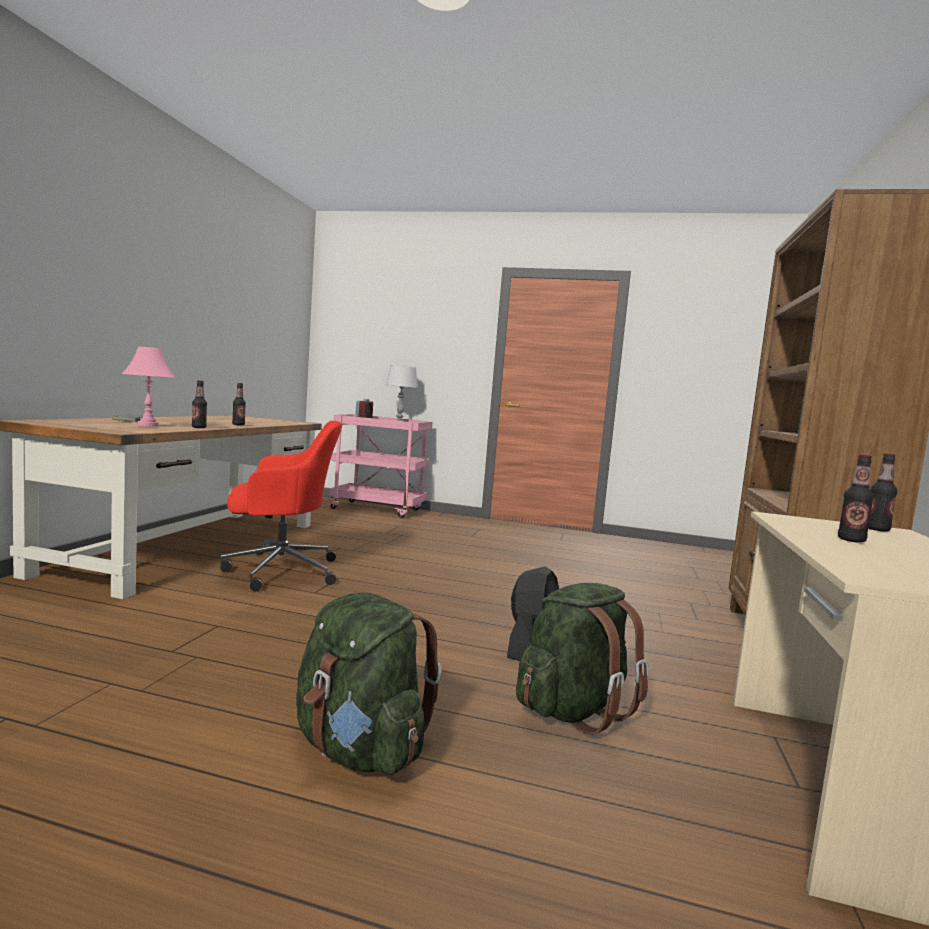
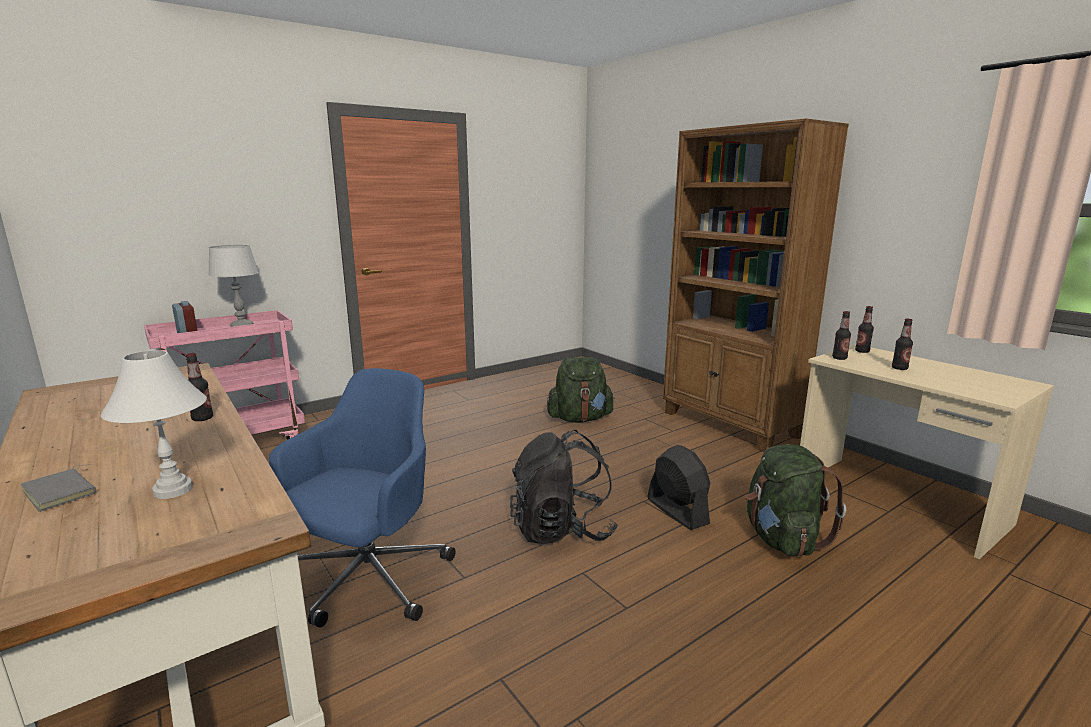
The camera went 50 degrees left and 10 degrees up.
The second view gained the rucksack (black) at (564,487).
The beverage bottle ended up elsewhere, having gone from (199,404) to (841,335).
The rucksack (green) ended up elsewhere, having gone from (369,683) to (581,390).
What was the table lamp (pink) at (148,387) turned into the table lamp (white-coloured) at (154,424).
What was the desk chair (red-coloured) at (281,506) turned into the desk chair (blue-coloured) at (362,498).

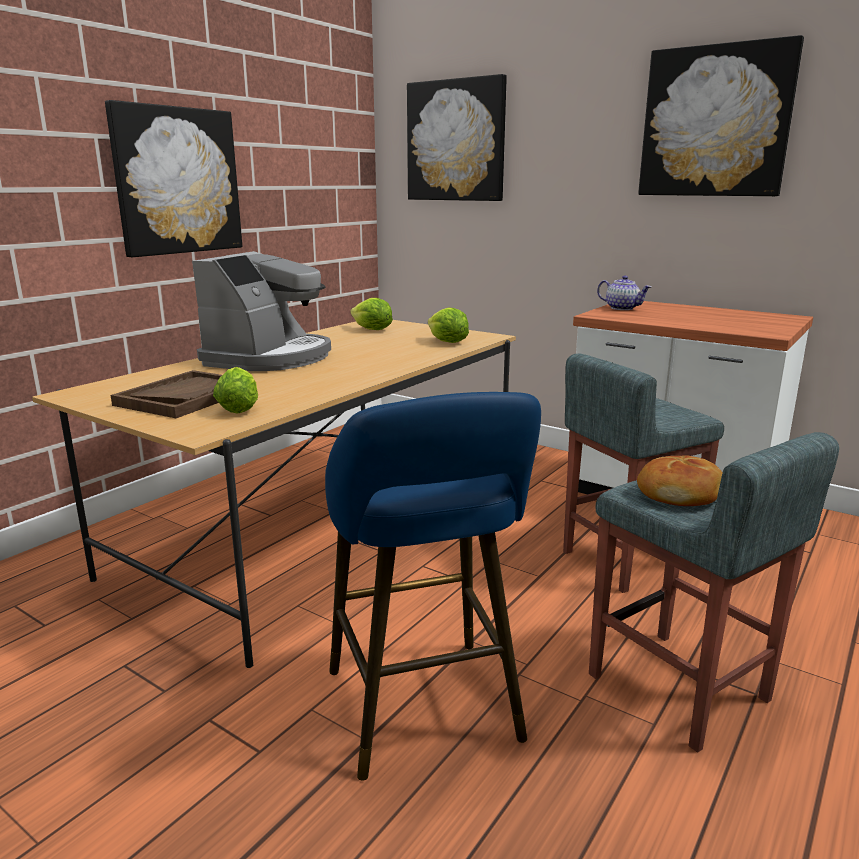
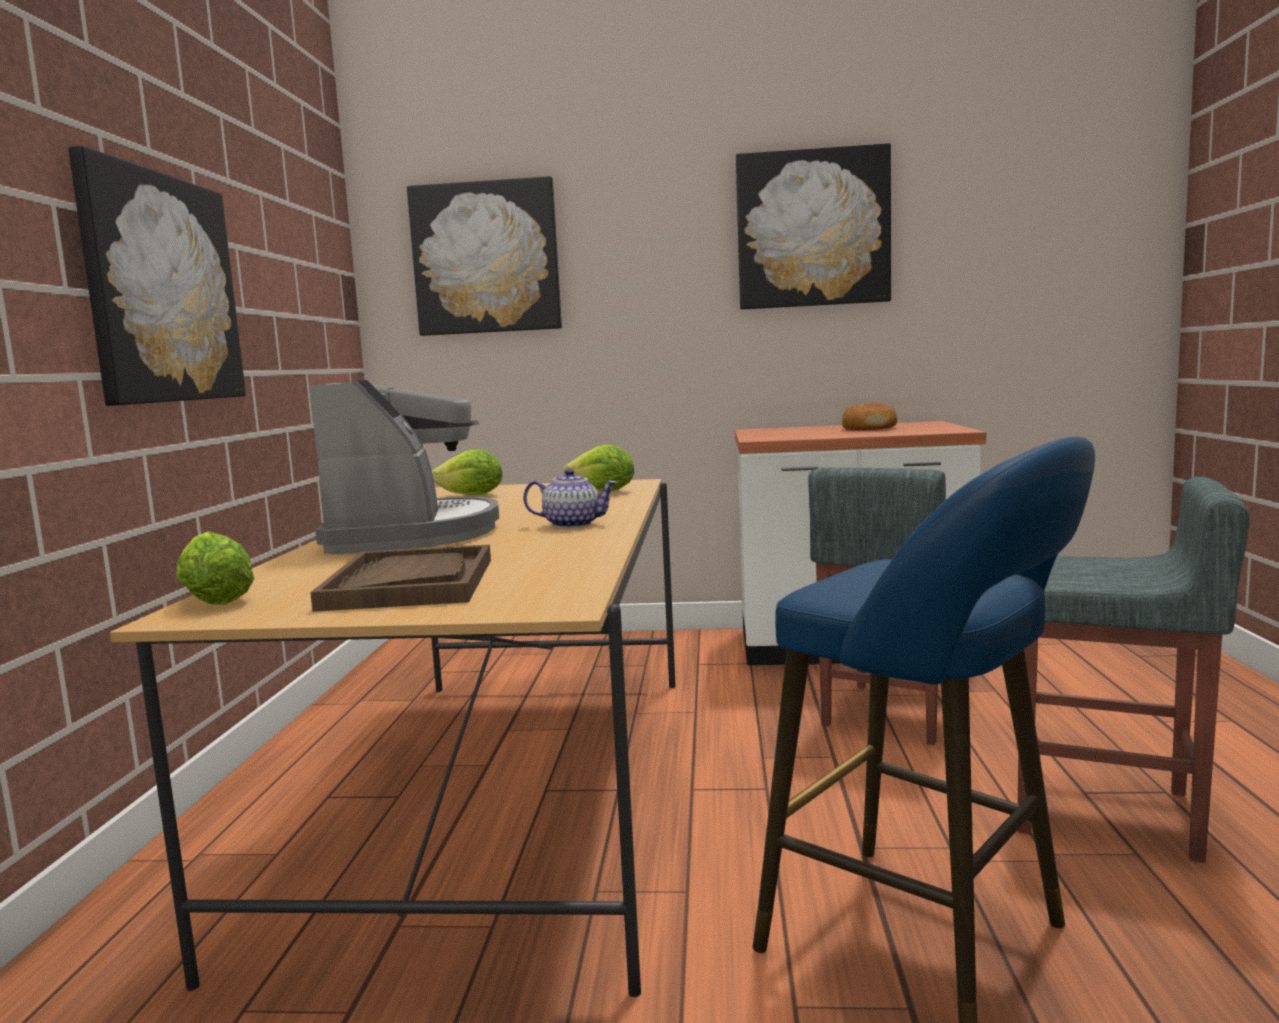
The camera went 30 degrees left and 10 degrees down.
The lettuce ended up elsewhere, having gone from (235,390) to (215,568).
The pot for tea ended up elsewhere, having gone from (624,293) to (570,498).
The bread ended up elsewhere, having gone from (680,480) to (869,416).

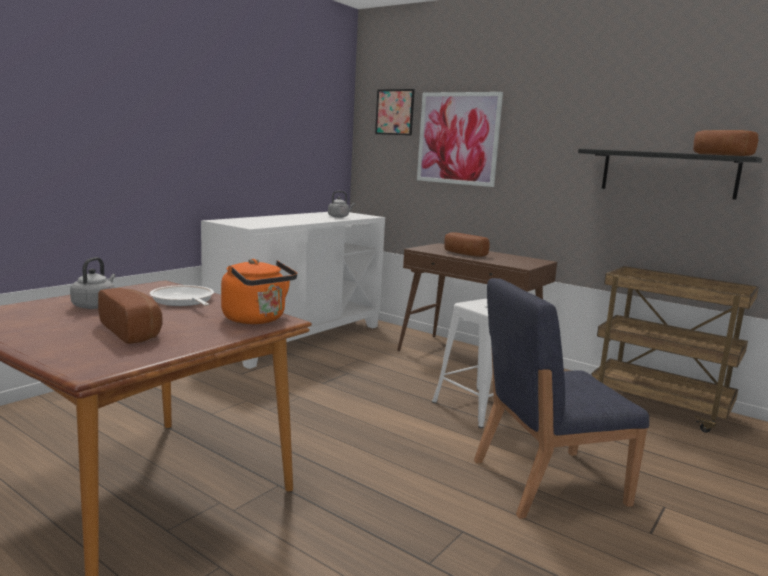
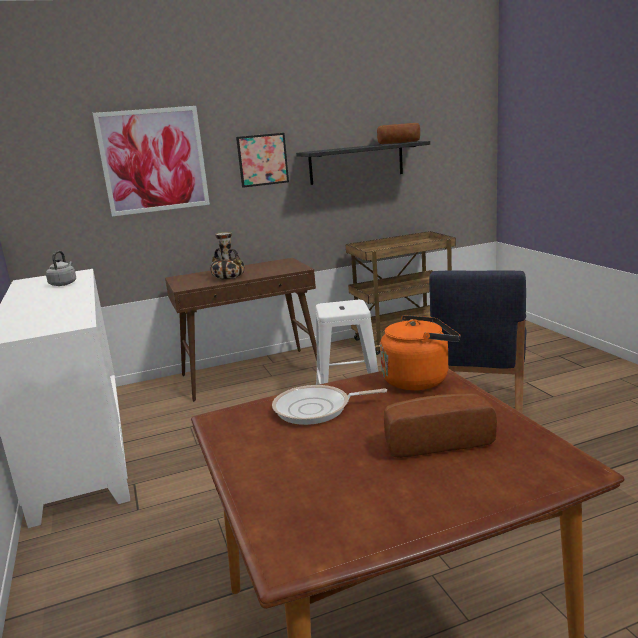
The camera went 55 degrees left and 5 degrees up.
The second view lost the tea kettle (greyish) at (93,283).
The wall picture ended up elsewhere, having gone from (395,112) to (262,160).
Where the bread stood at (467,244), the flower vase came to stand at (227,256).

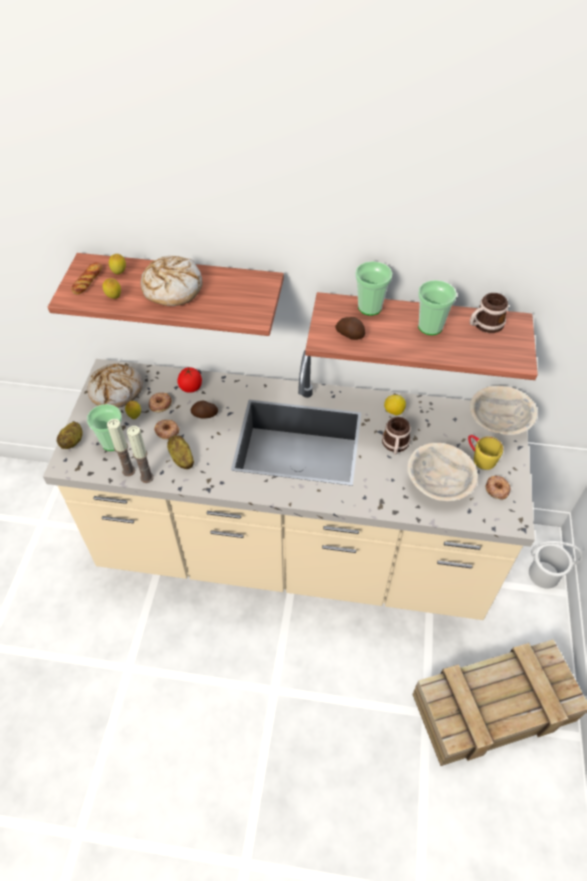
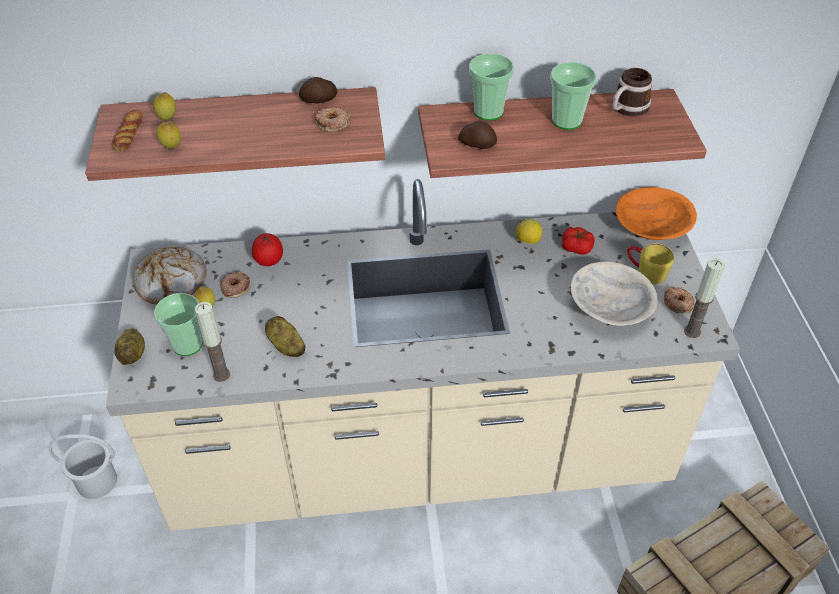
The camera went 15 degrees left and 5 degrees down.
The second view lost the bread at (171,281).
The second view lost the tea mug at (396,436).
The second view gained the fresh tomato at (578,241).
The wax candle ended up elsewhere, having gone from (140,454) to (704,298).
The doughnut ended up elsewhere, having gone from (166,429) to (332,119).
The potato ended up elsewhere, having gone from (204,409) to (318,90).
The bucket (white-coloured) ended up elsewhere, having gone from (556,565) to (83,466).
What was the bowl (sand-coloured) at (503,410) turned into the bowl (orangey) at (656,213).

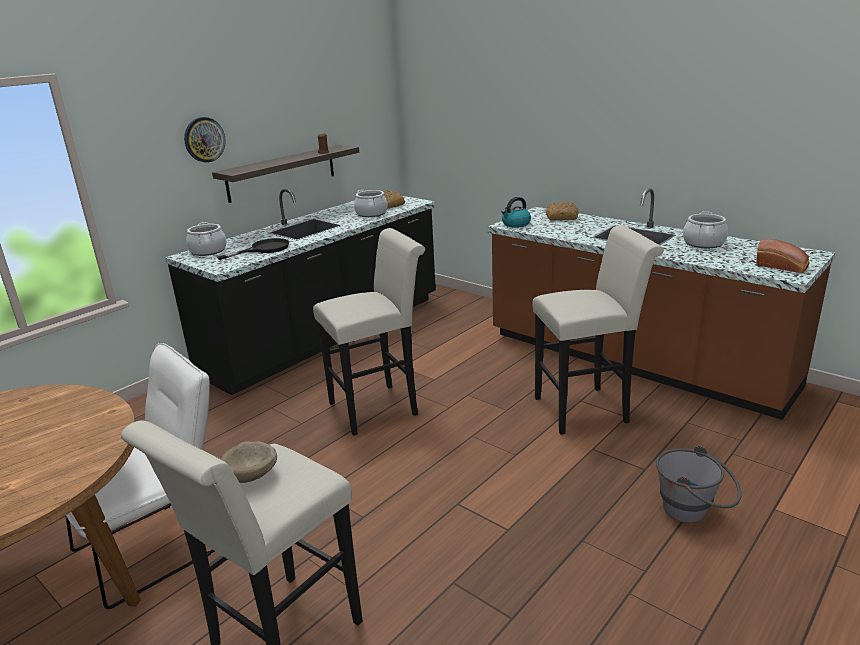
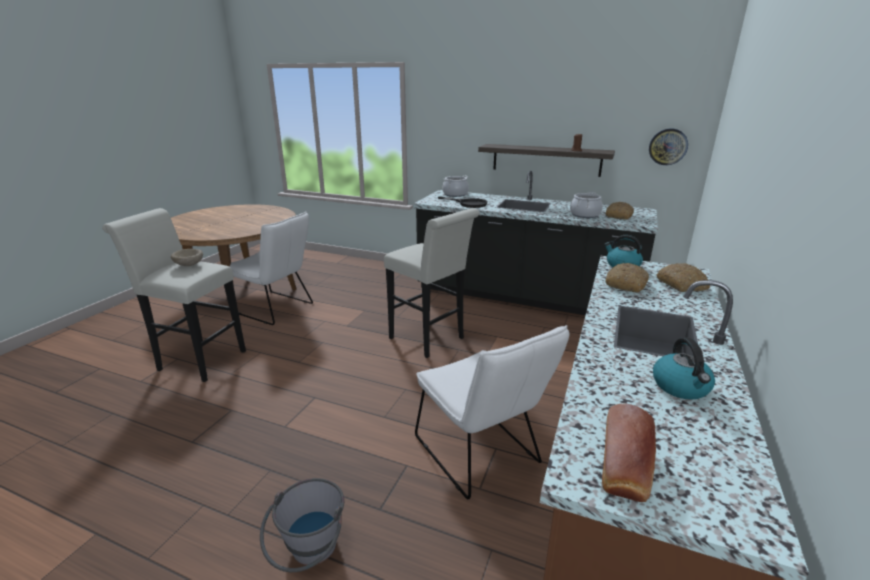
The camera went 70 degrees right and 0 degrees up.
The second view gained the bread at (627,278).
The clock on the wall ended up elsewhere, having gone from (205,139) to (668,146).
Where the sitting stool (white-coloured) stood at (598,330), the upright chair (white-coloured) came to stand at (492,412).
Where the stockpot stood at (705,229), the tea kettle came to stand at (684,368).

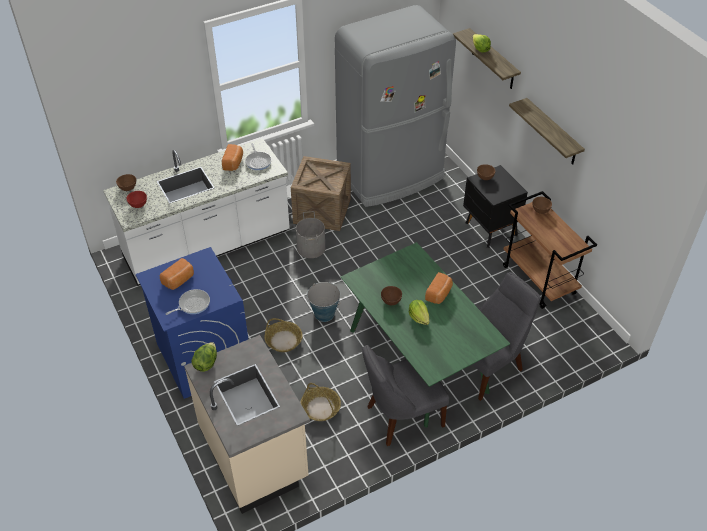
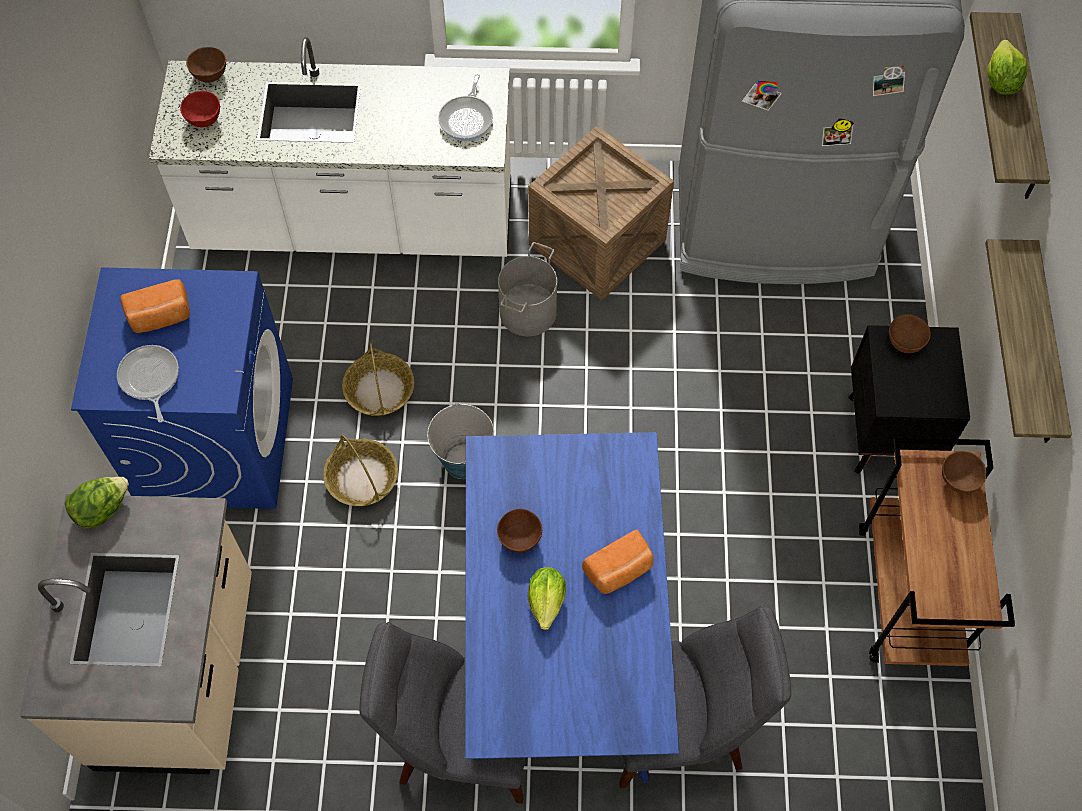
The camera went 30 degrees right and 15 degrees up.
The second view lost the bread at (232,157).
The storage basket ended up elsewhere, having gone from (320,402) to (378,379).
What was the dining table (green) at (425,335) turned into the dining table (blue-coloured) at (572,609).
The frying pan at (188,302) ended up facing another way, 105 degrees counterclockwise from before.

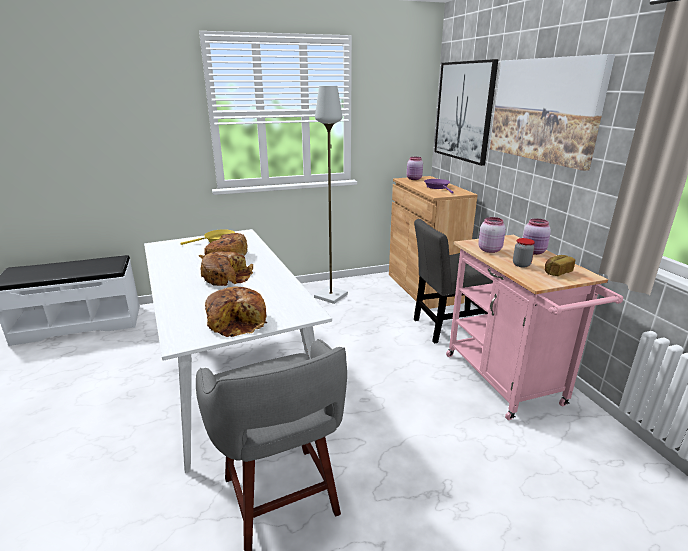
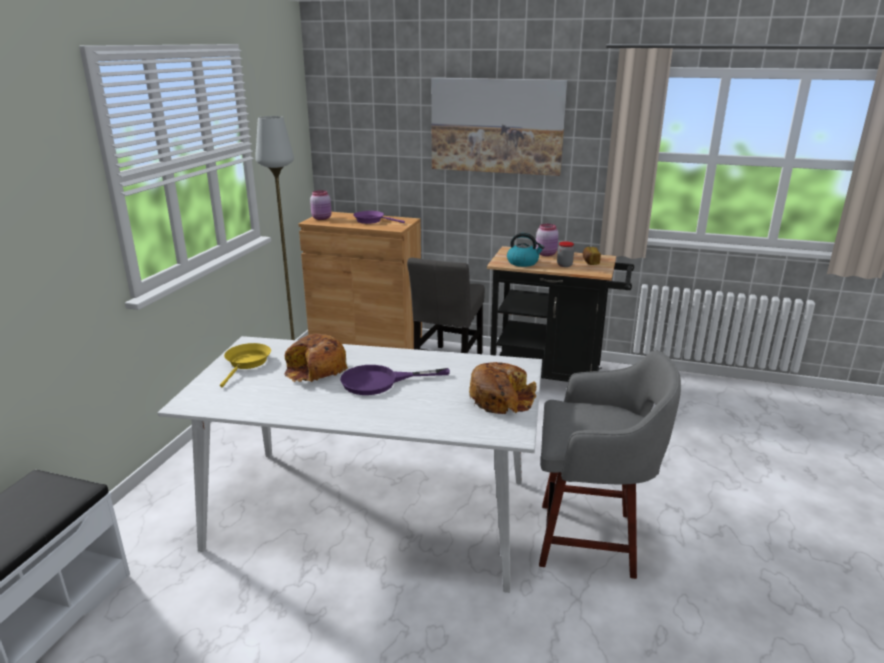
The camera went 55 degrees left and 0 degrees up.
The second view lost the wall picture at (466,112).
Where the bread stood at (226,268), the frying pan (purple-coloured) came to stand at (395,380).
Where the preserve jar (pink) stood at (492,235), the tea kettle came to stand at (525,250).
What was the cart (pink) at (534,327) turned into the cart (black) at (560,314).

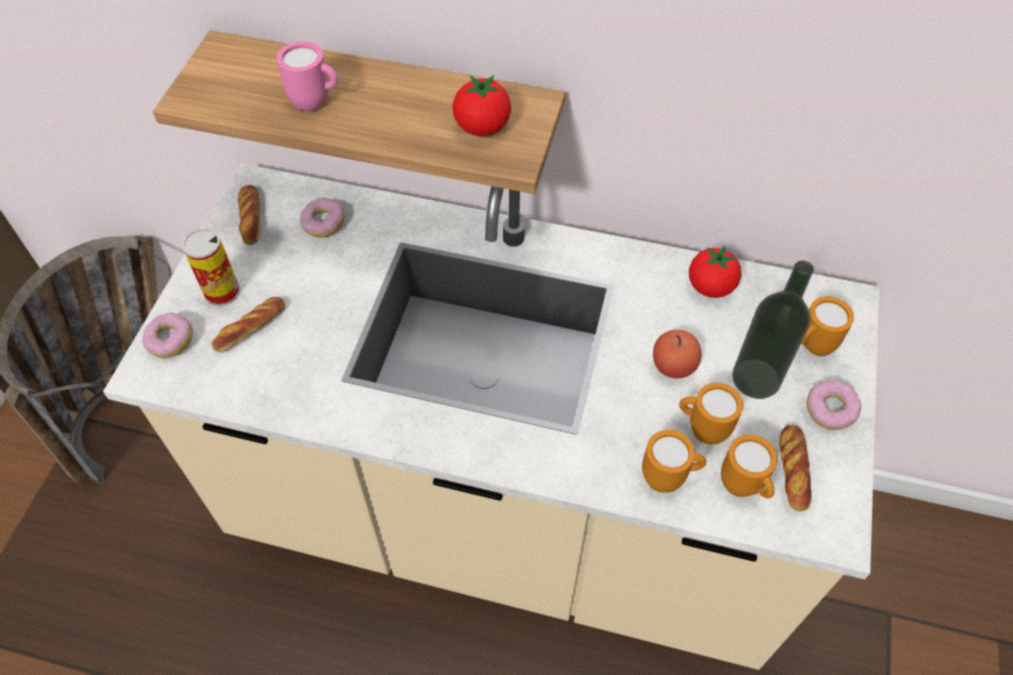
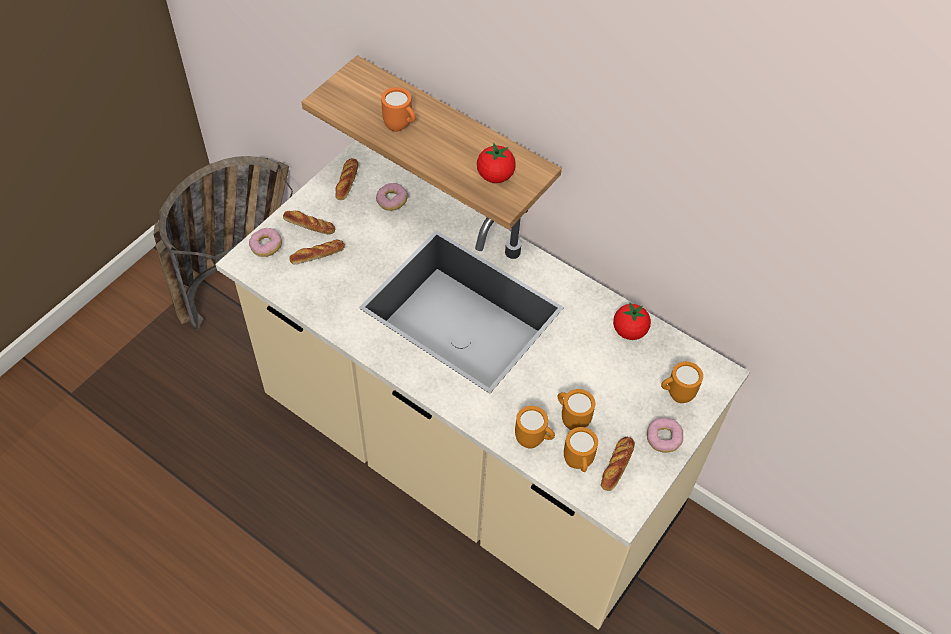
The camera went 20 degrees right and 0 degrees up.
The second view lost the apple at (677,354).
The second view lost the beverage bottle at (773,329).
Where the metal can stood at (211,267), the bread came to stand at (309,223).
What was the tea mug (pink) at (307,76) turned into the tea mug (orangey) at (398,109).

